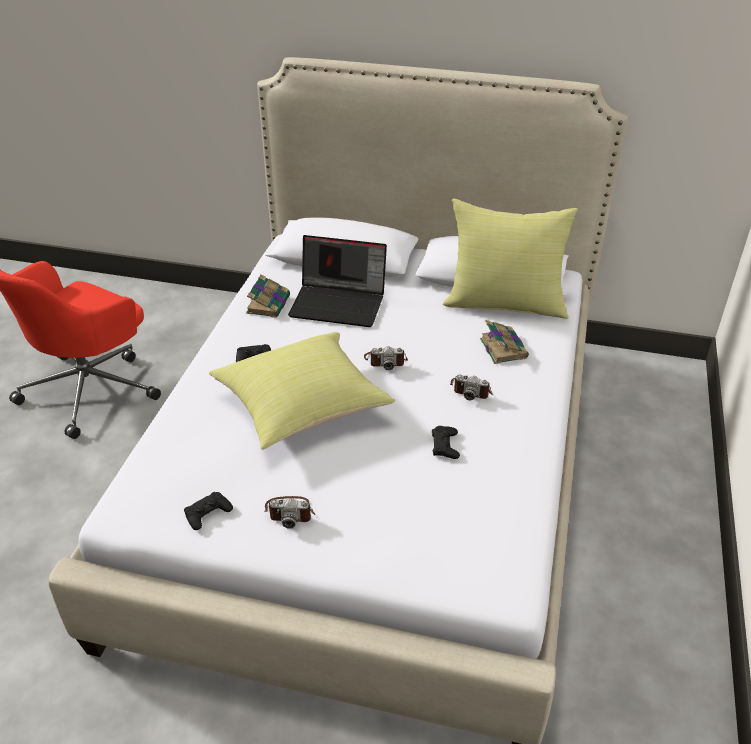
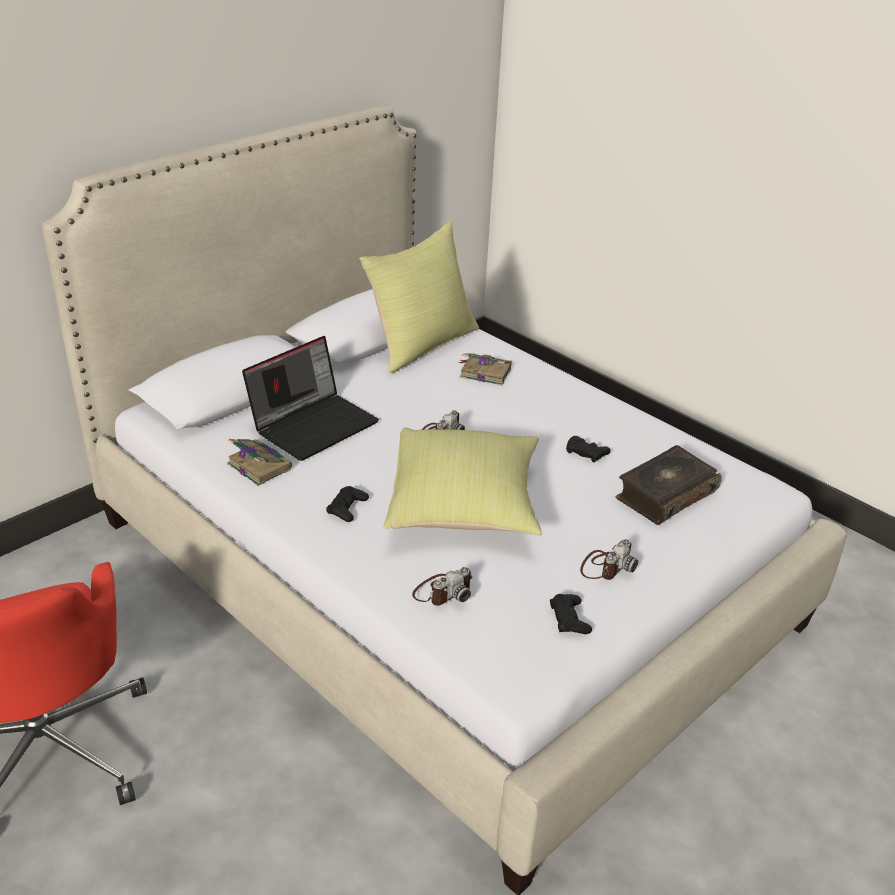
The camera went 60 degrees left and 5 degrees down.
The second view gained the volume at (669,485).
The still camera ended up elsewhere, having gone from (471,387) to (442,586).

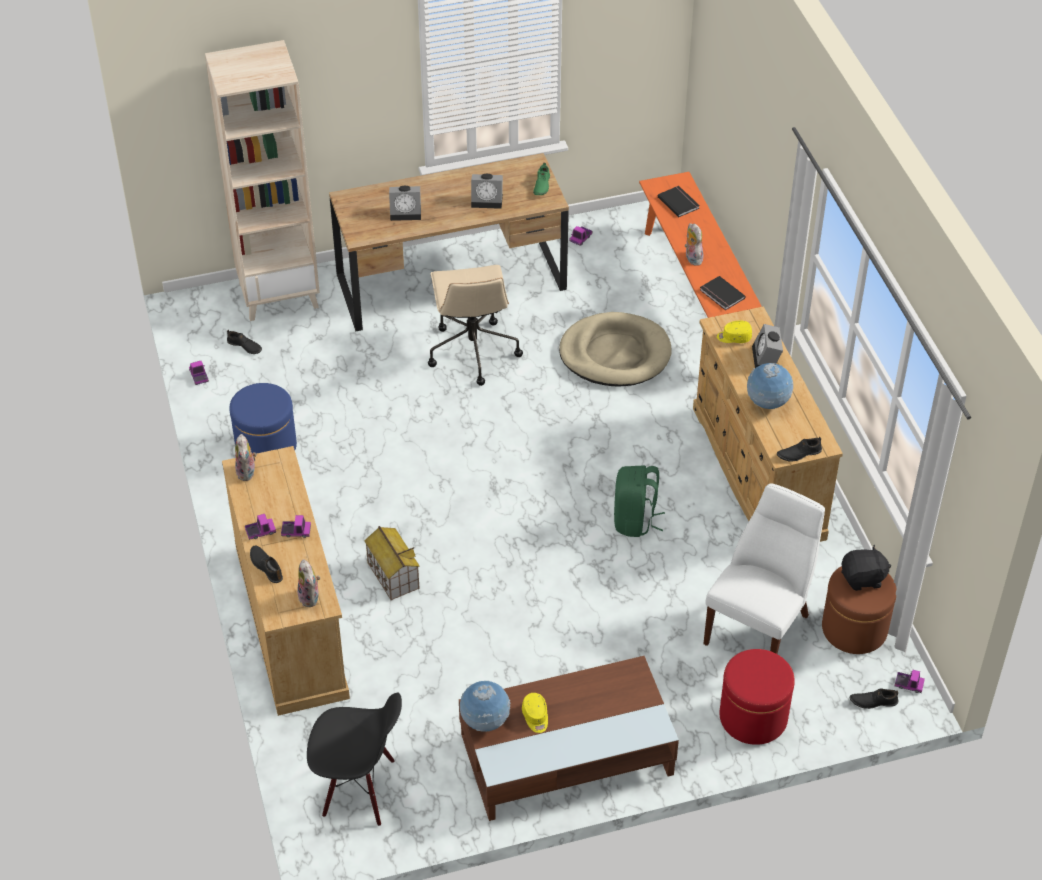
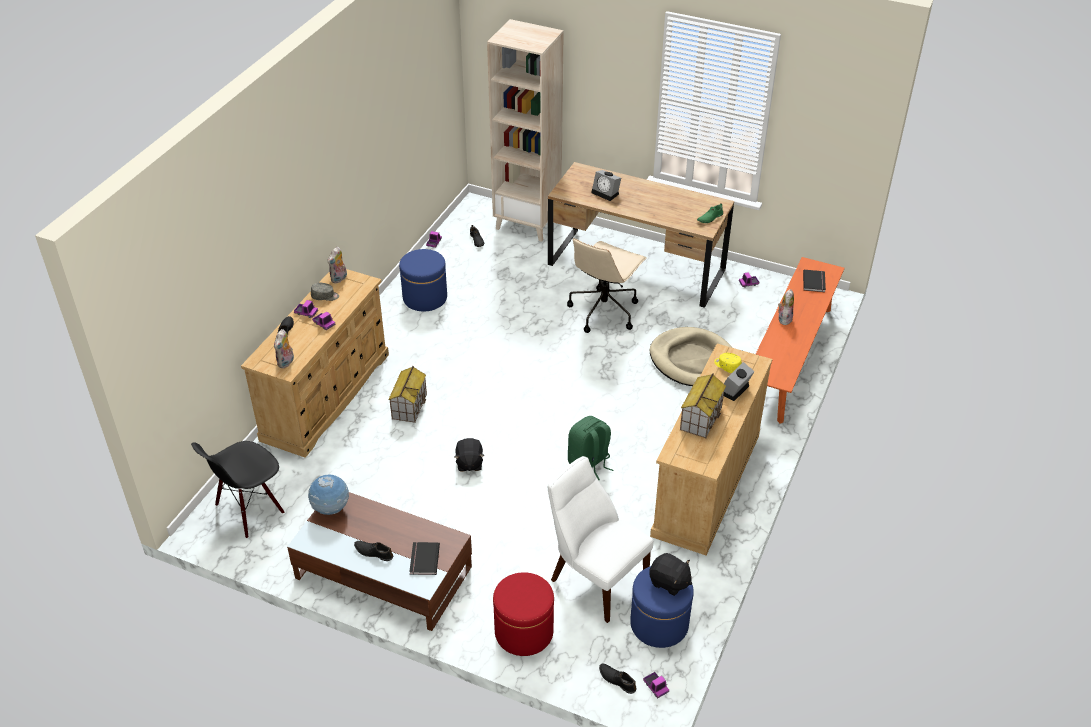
The camera went 40 degrees right and 5 degrees down.
The second view lost the table clock at (487,191).
The second view lost the baseball cap (yellow-coloured) at (535,713).
The second view gained the baseball cap (greyish) at (325,292).
The second view gained the cuddly toy (black) at (469,455).
The volume (black) ended up elsewhere, having gone from (723,293) to (424,558).
The shoe (black) ended up elsewhere, having gone from (799,449) to (373,551).
Where the world globe stood at (770,386), the model house came to stand at (703,405).
What was the ottoman (brown-coloured) at (859,610) turned into the ottoman (blue-coloured) at (662,607).
The upright chair (black) at (354,759) ended up facing another way, 90 degrees clockwise from before.
The upright chair (white-coloured) at (764,568) ended up facing another way, 120 degrees counterclockwise from before.

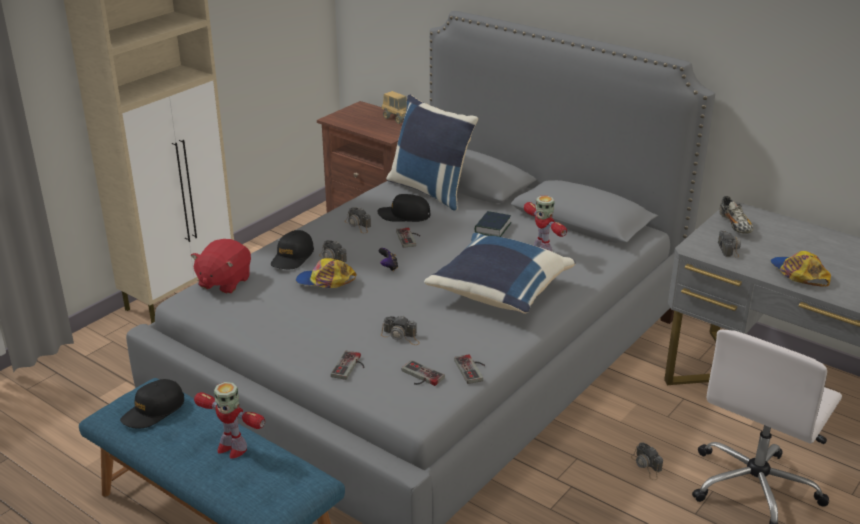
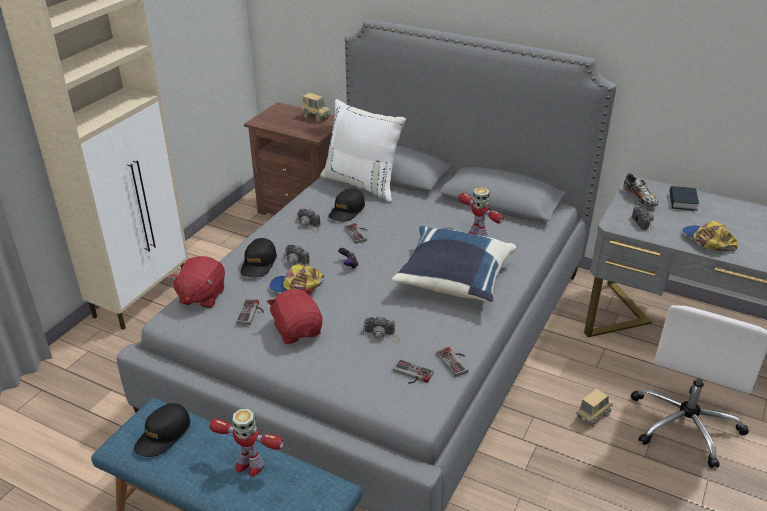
The camera went 10 degrees left and 5 degrees up.
The second view gained the cuddly toy (red-coloured) at (295,316).
The joypad ended up elsewhere, having gone from (347,365) to (250,312).
The volume ended up elsewhere, having gone from (493,224) to (684,198).
Where the still camera stood at (647,461), the toy lorry came to stand at (595,407).
What was the pillow (blue-coloured) at (432,153) turned into the pillow (white-coloured) at (363,150).
The baseball cap (black) at (404,208) ended up facing another way, 60 degrees counterclockwise from before.

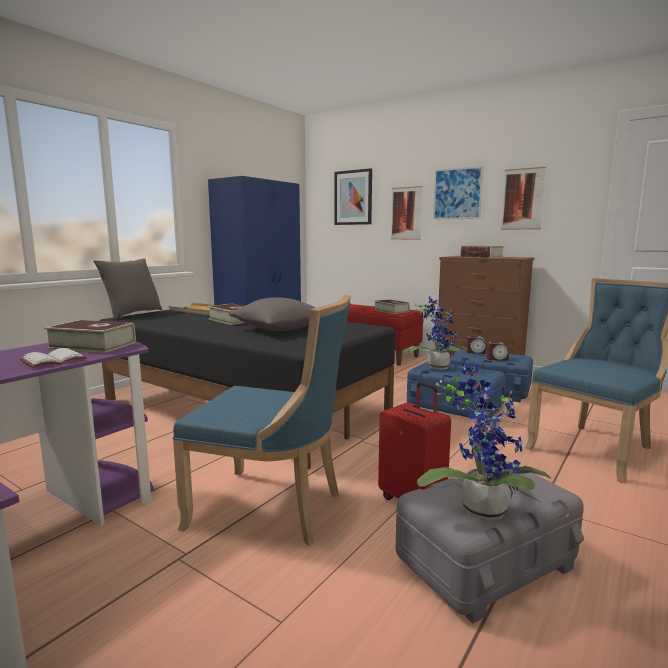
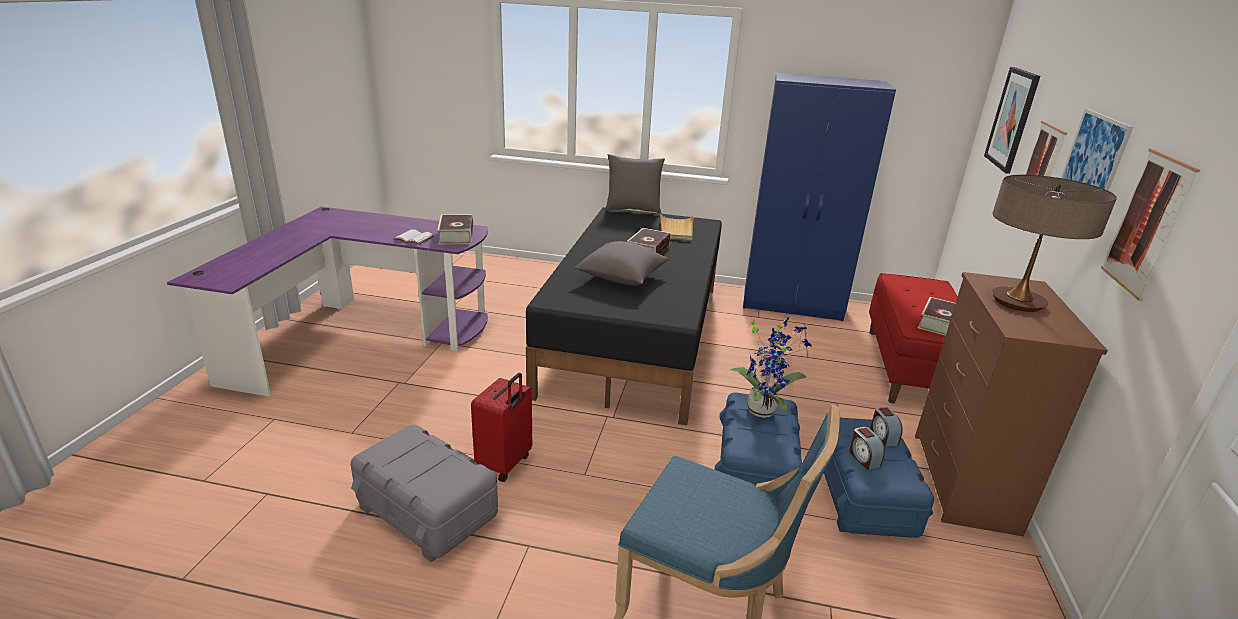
The camera went 65 degrees right and 15 degrees up.
The second view lost the upright chair (blue-coloured) at (261,420).
The second view lost the houseplant at (484,440).
Where the volume stood at (482,252), the table lamp came to stand at (1054,243).

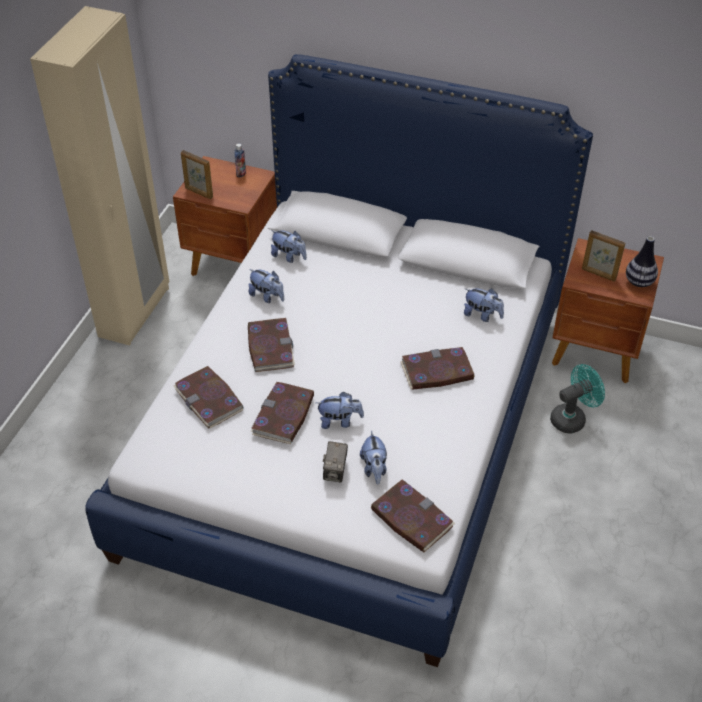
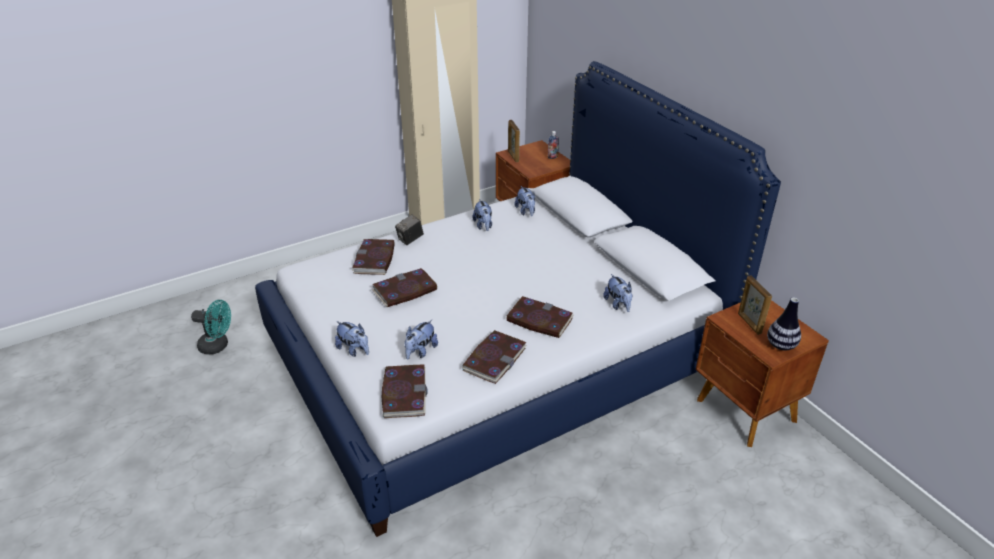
The camera went 40 degrees right and 10 degrees down.
The volume ended up elsewhere, having gone from (271,345) to (494,357).
The cuddly toy ended up elsewhere, having gone from (340,410) to (352,339).
The still camera ended up elsewhere, having gone from (335,461) to (409,229).
The cooling fan (turquoise) ended up elsewhere, having gone from (577,398) to (211,327).

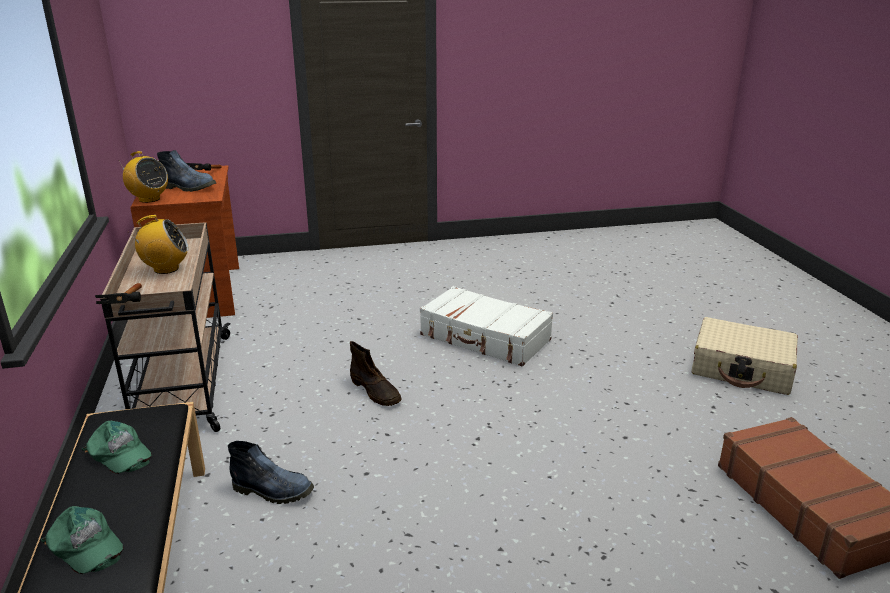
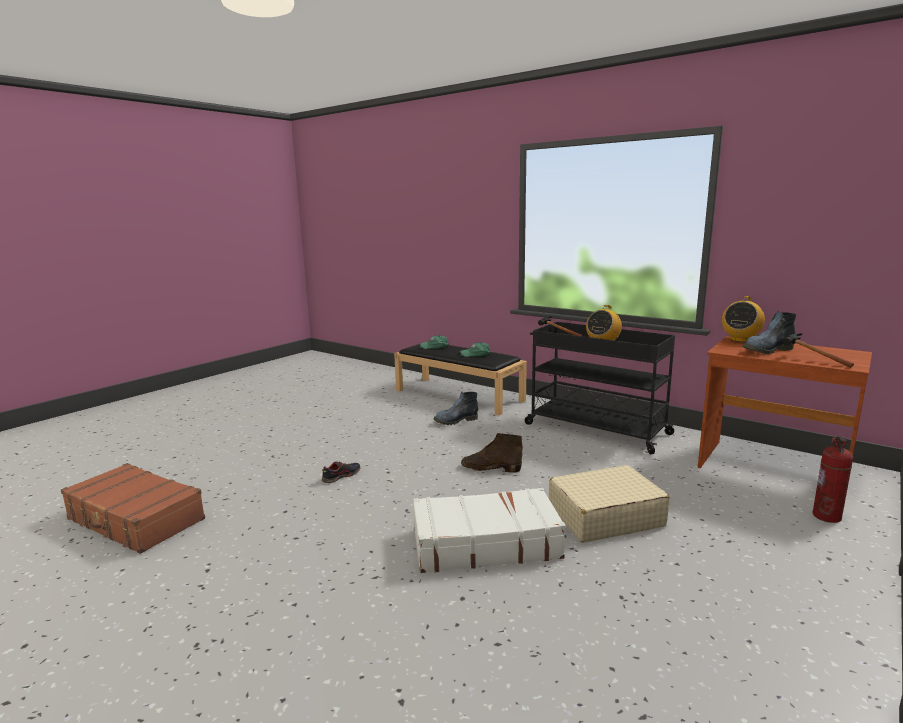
The camera went 140 degrees right and 10 degrees down.
The second view gained the shoe at (341,472).
The second view gained the fire extinguisher at (832,479).
The piece of luggage (sand-coloured) ended up elsewhere, having gone from (745,356) to (609,504).
What was the cart (sand-coloured) at (165,327) turned into the cart (black) at (600,388).
The radio receiver at (143,177) ended up facing another way, 45 degrees counterclockwise from before.

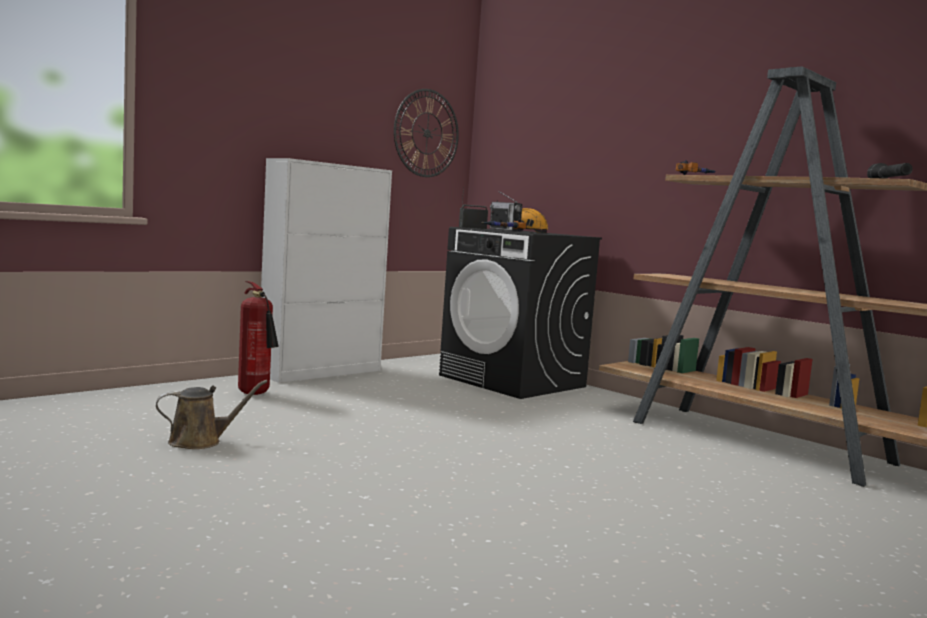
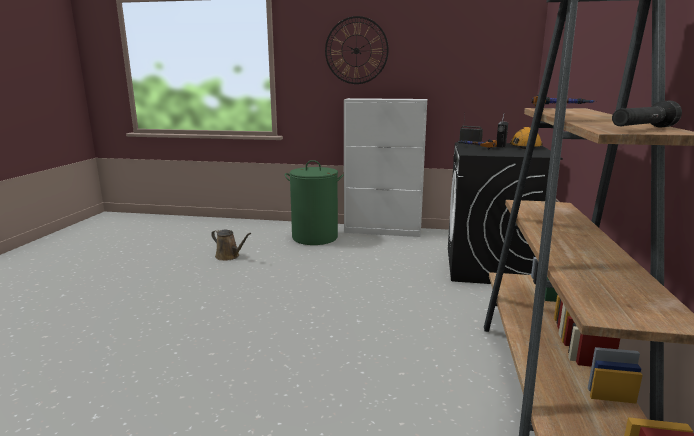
The camera went 55 degrees right and 10 degrees up.
The clock on the wall ended up elsewhere, having gone from (426,133) to (357,50).
Where the fire extinguisher stood at (258,338), the laundry basket (green) came to stand at (314,202).

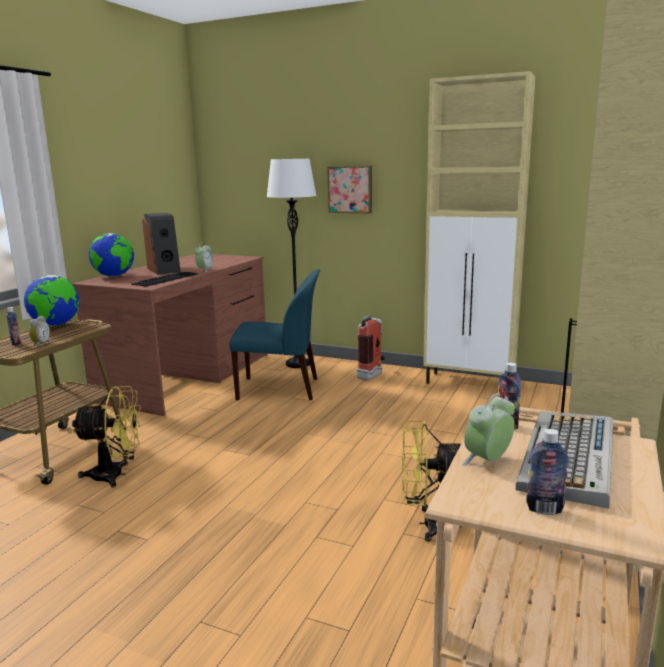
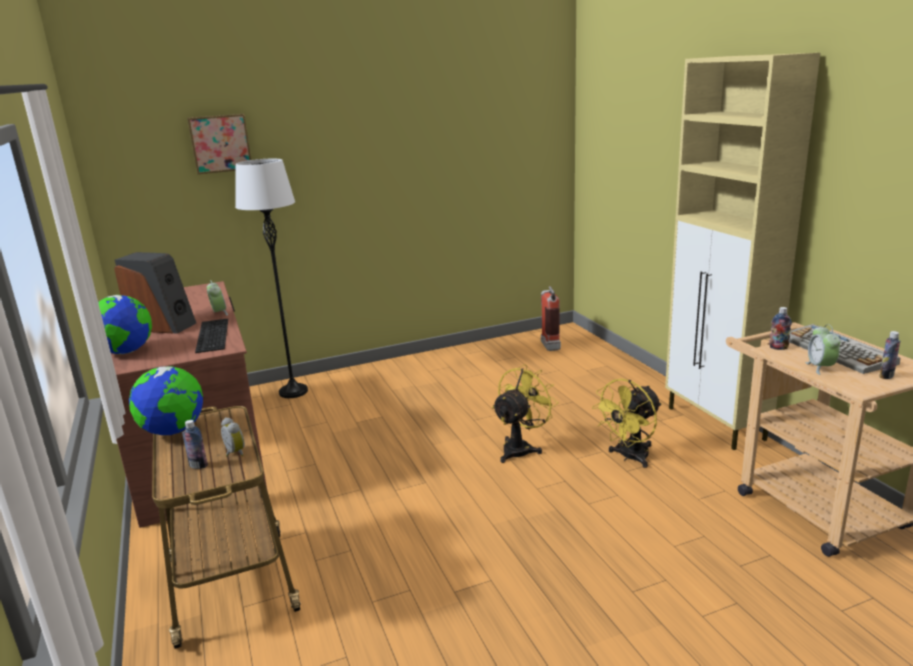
The camera went 45 degrees left and 5 degrees up.
The second view lost the upright chair (blue-coloured) at (274,334).
The second view lost the cupboard (sand-coloured) at (479,227).
The cooling fan (yellow-coloured) ended up elsewhere, having gone from (107,437) to (525,413).
The wall picture ended up elsewhere, having gone from (349,189) to (219,144).
The fire extinguisher ended up elsewhere, having gone from (371,346) to (551,318).

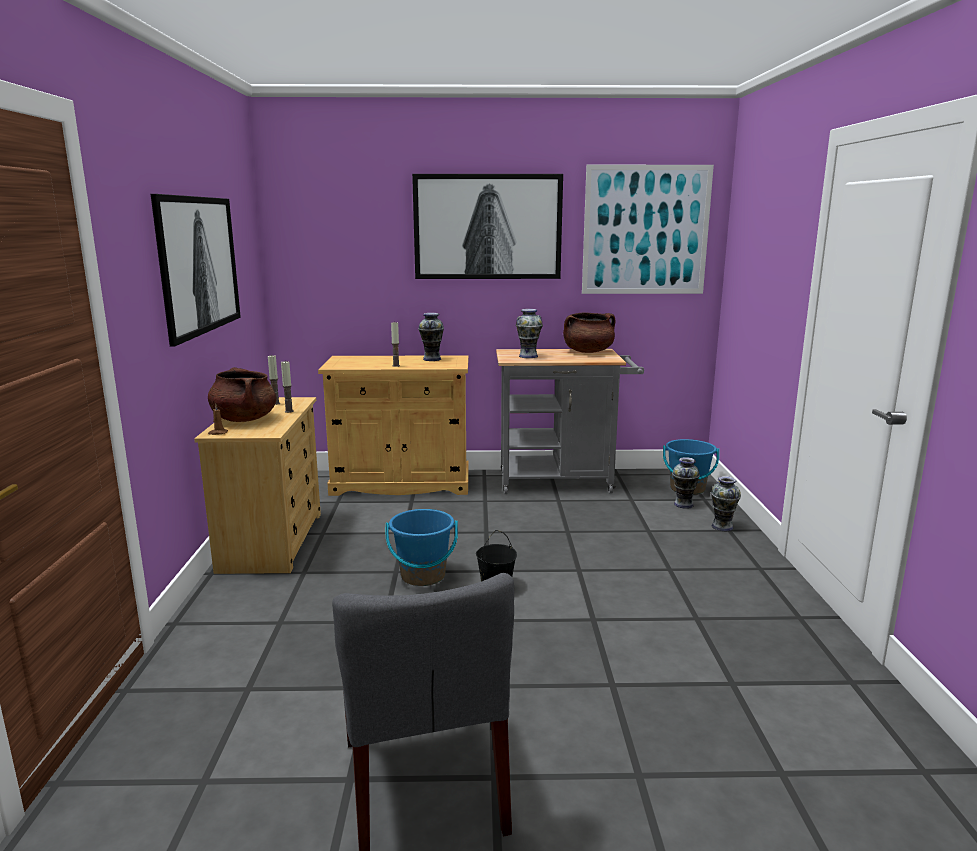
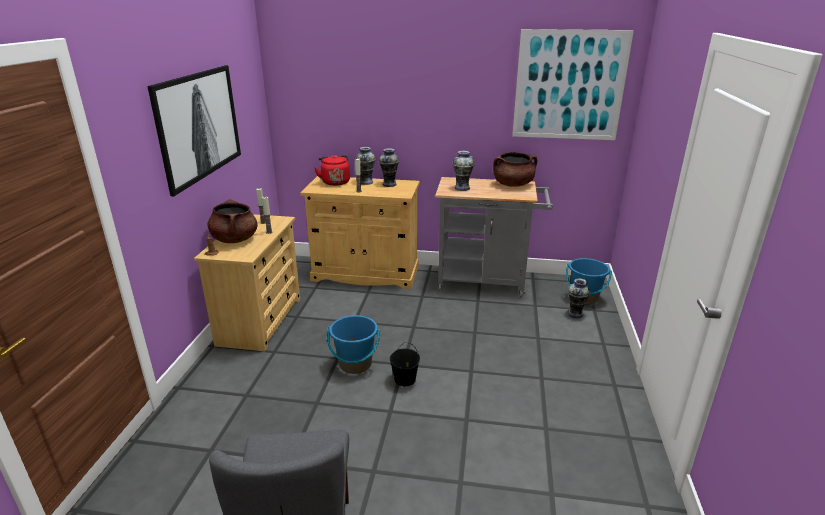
The camera went 10 degrees right and 10 degrees up.
The second view lost the wall picture at (487,226).
The second view gained the tea kettle (red-coloured) at (332,170).
The flower vase ended up elsewhere, having gone from (726,503) to (366,166).

